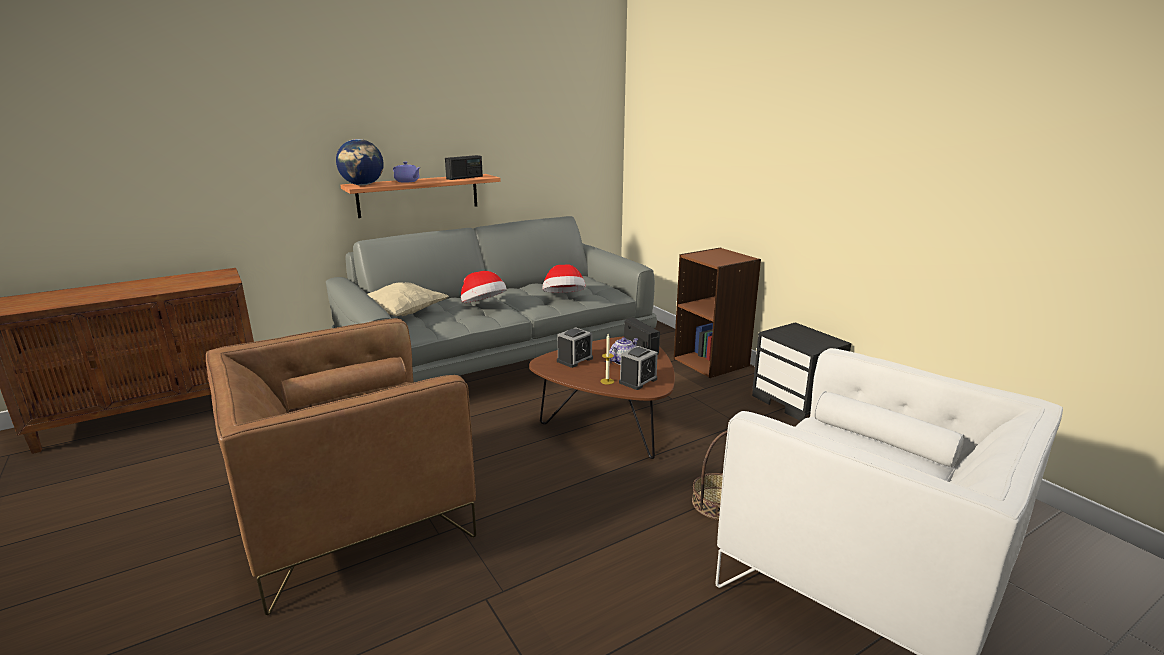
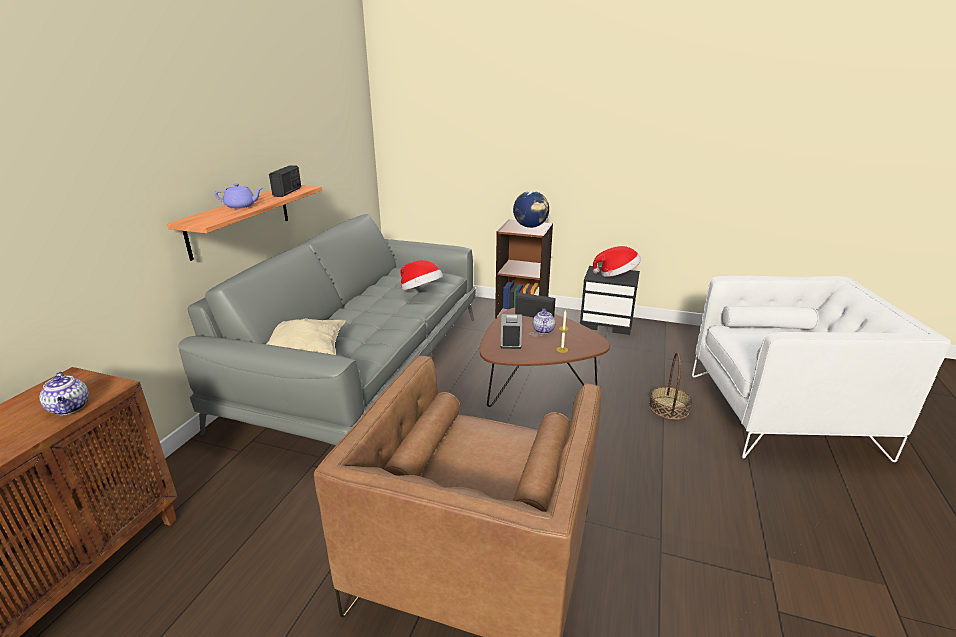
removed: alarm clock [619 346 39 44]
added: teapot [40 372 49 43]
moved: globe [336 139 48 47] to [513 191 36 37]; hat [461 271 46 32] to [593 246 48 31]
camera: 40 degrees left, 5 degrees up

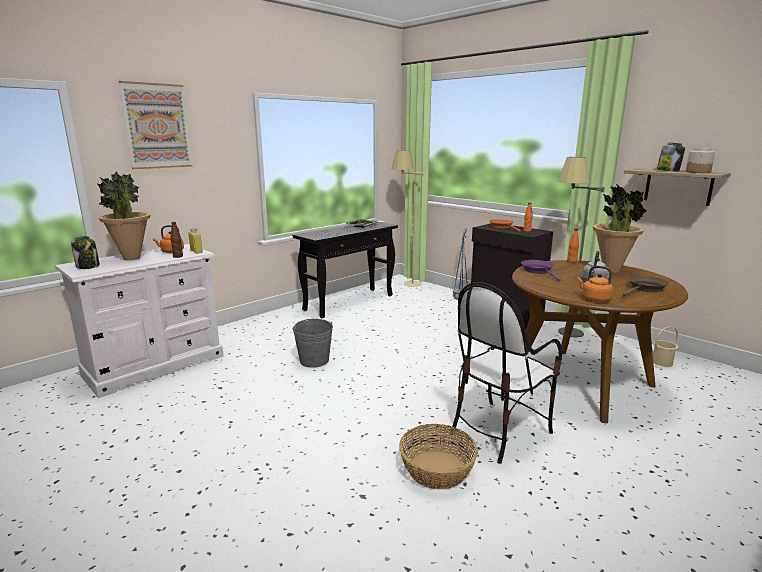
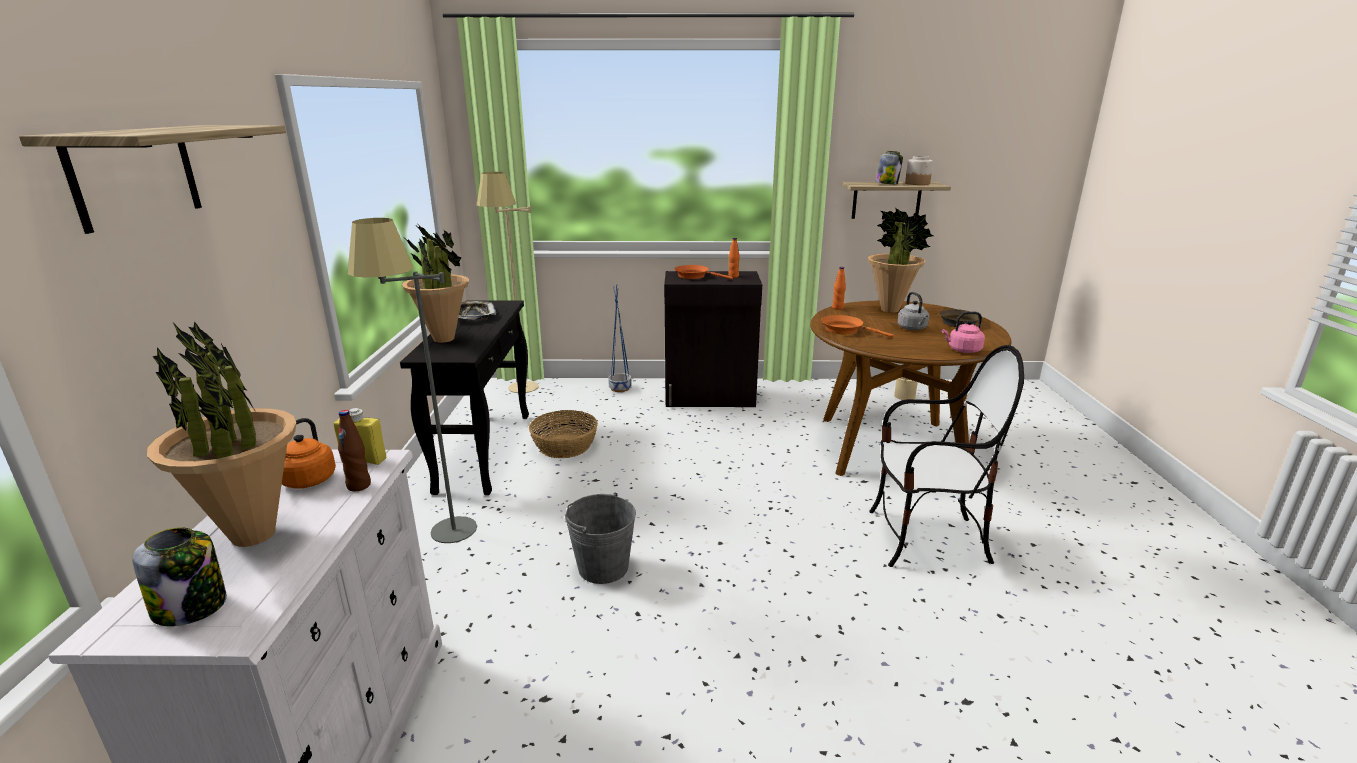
added: potted plant [402 223 67 120]
moved: basket [399 424 79 66] to [529 410 69 48]; floor lamp (grey) [558 157 47 180] to [348 218 129 325]
replaced: picture [119 81 74 88] to shelf [19 125 267 109]
recoloured: frying pan (purple) [521 260 40 21] to frying pan (orange) [821 315 73 23]; kettle (orange) [577 266 36 36] to kettle (pink) [942 311 43 42]
turned: chair [451 282 111 182] = [869 345 155 222] 90 degrees counterclockwise
camera: 45 degrees left, 5 degrees up

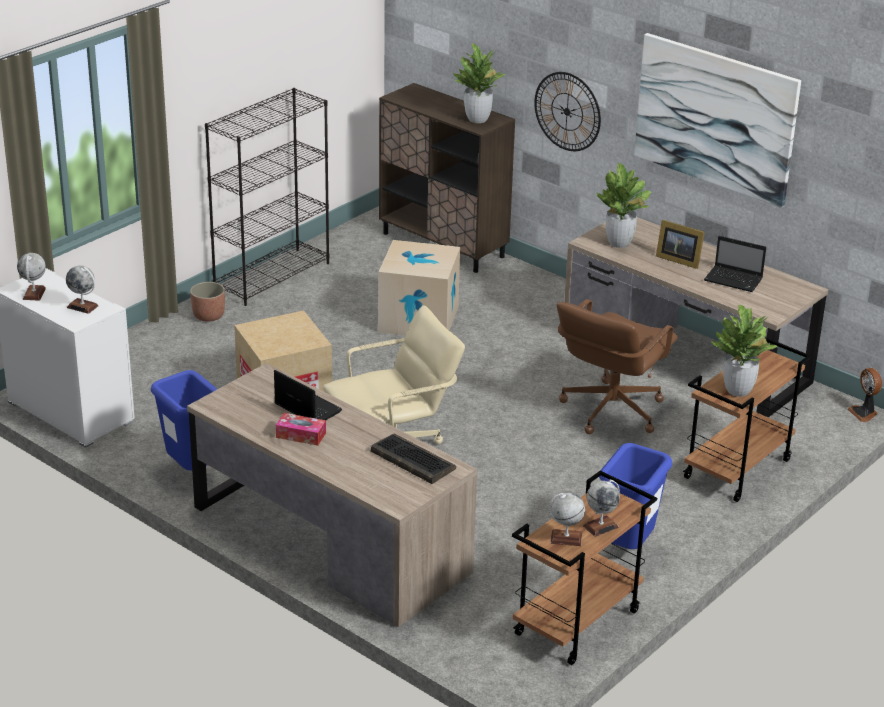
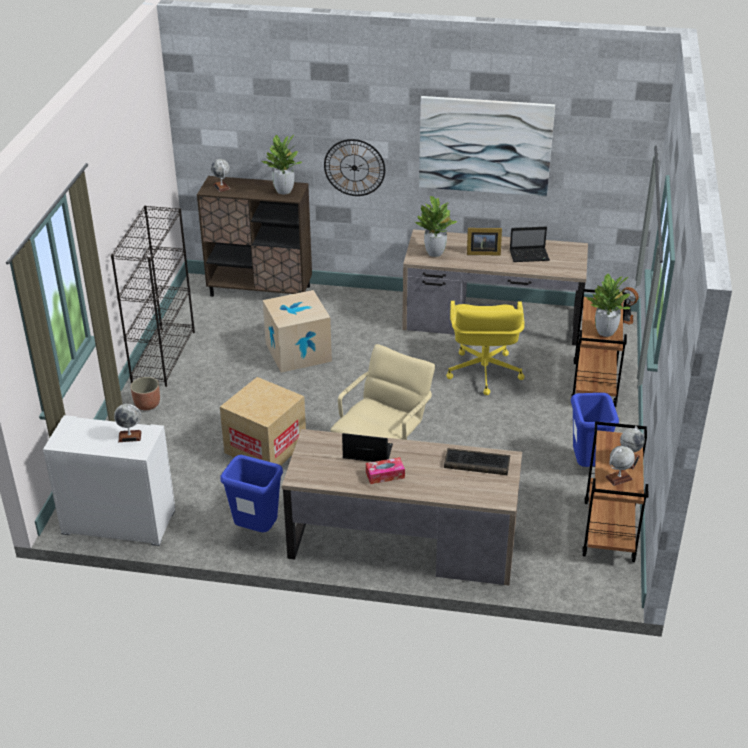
moved: globe [17 253 29 48] to [211 159 19 33]
recoloured: office chair (brown) [556 299 122 135] to office chair (yellow) [446 301 79 94]
camera: 30 degrees left, 5 degrees up

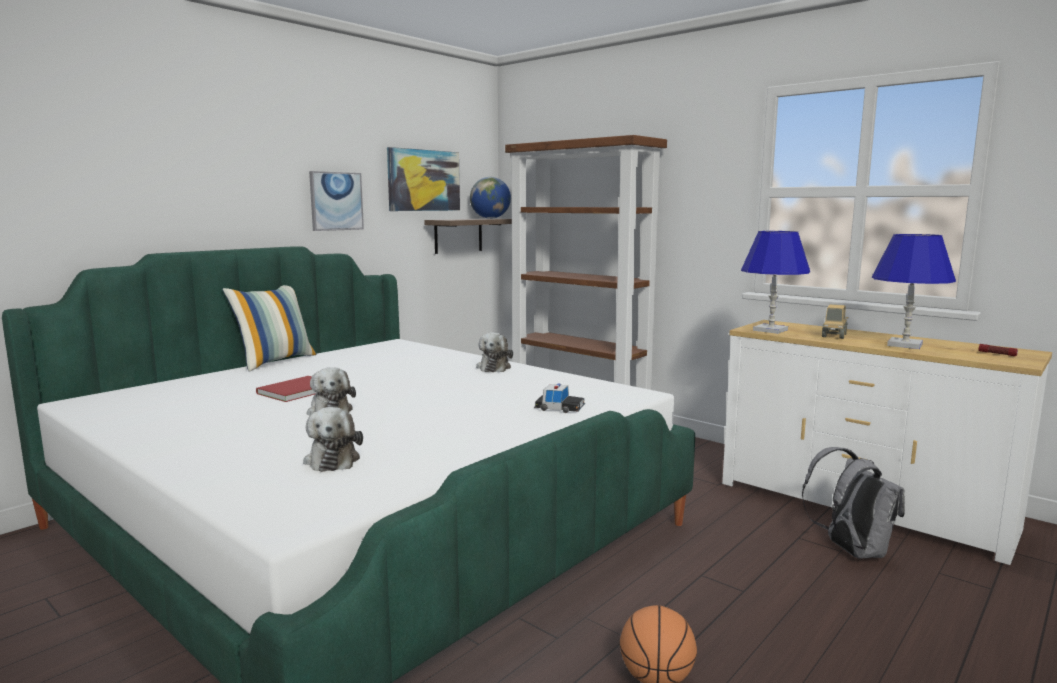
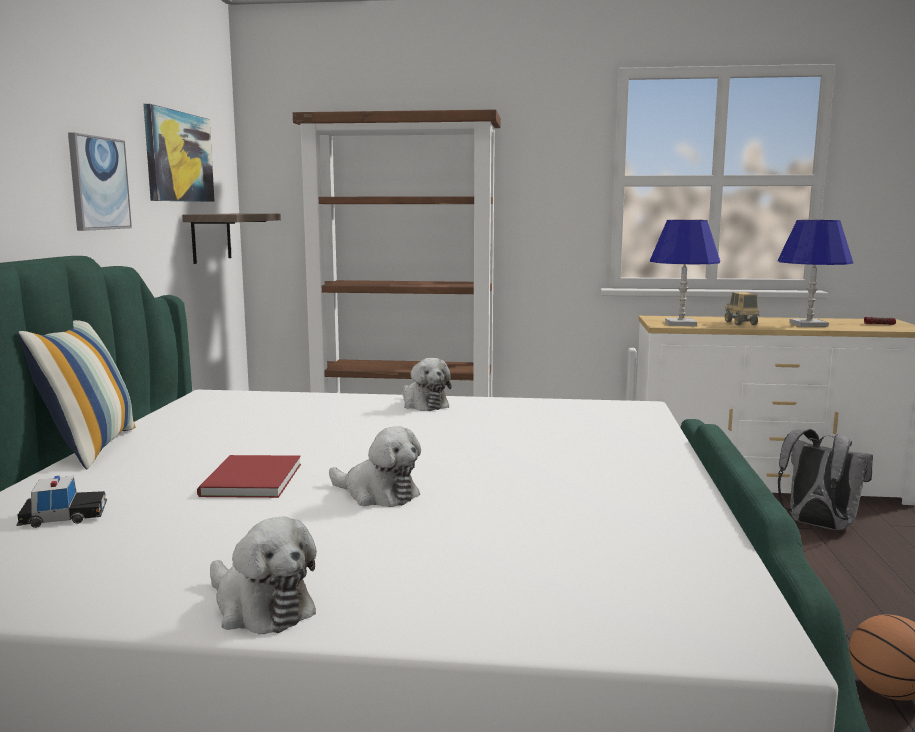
removed: globe [470 177 41 42]
moved: plush toy [303 407 60 65] to [210 517 107 117]; toy car [534 383 51 30] to [16 476 91 52]
camera: 35 degrees left, 0 degrees up

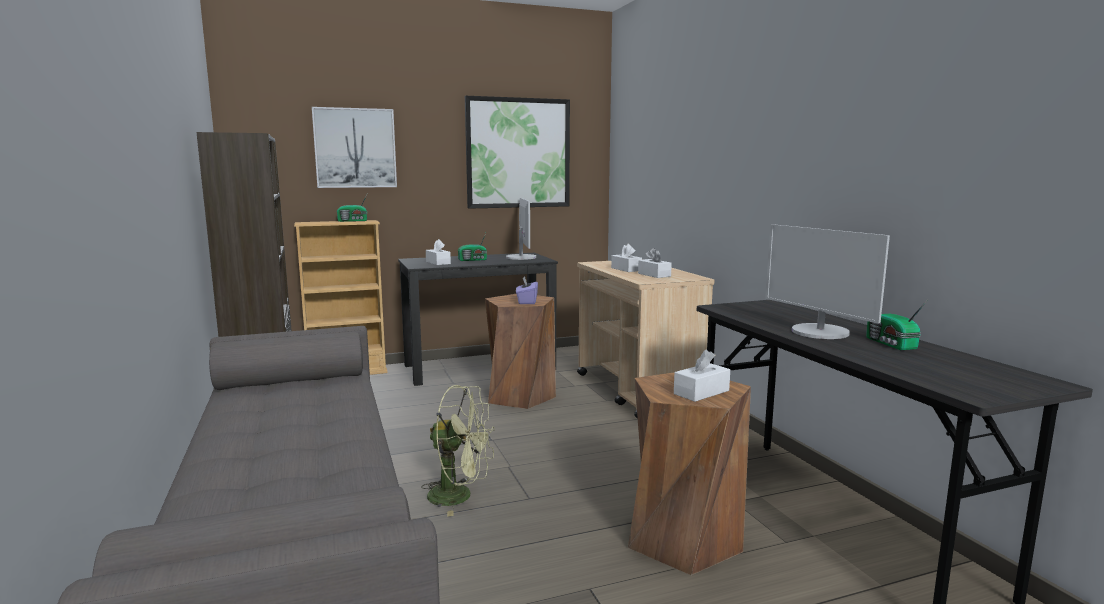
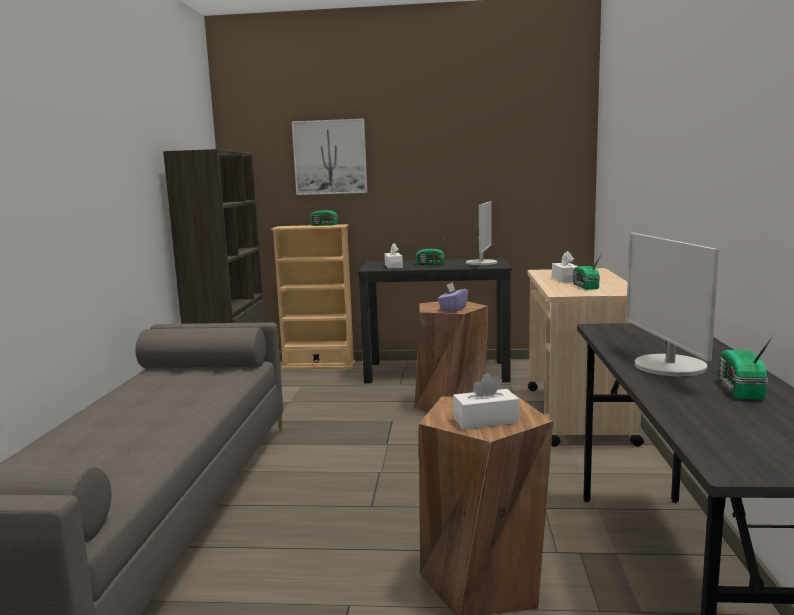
removed: fan (green) [421 385 74 132]; picture [465 96 105 113]
replaced: tissue box (white) [638 248 34 30] to radio [573 253 29 37]
camera: 25 degrees right, 0 degrees up

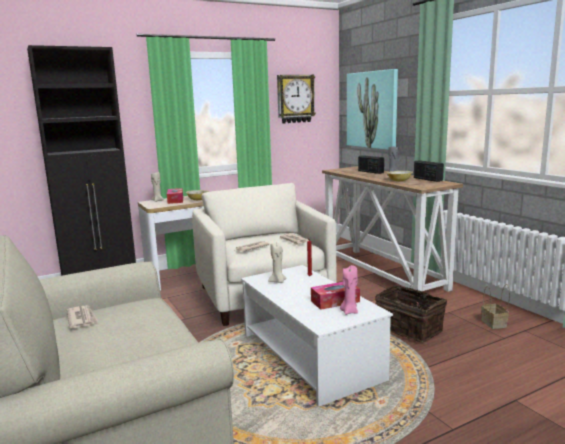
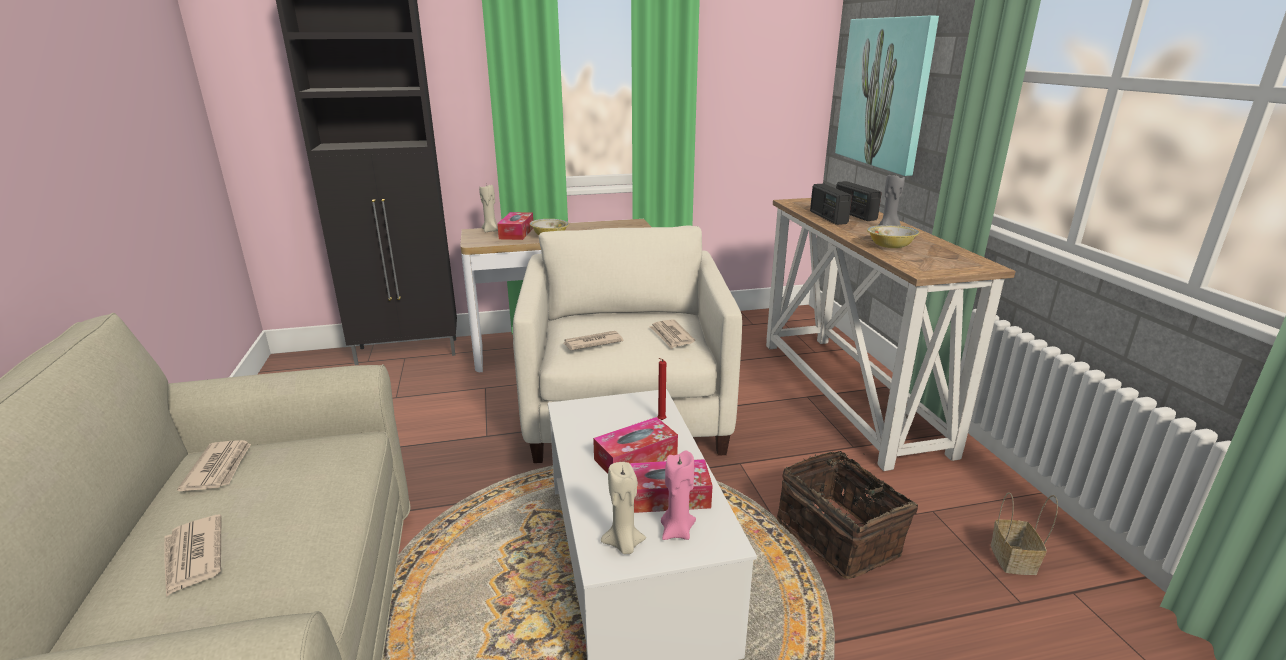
removed: wall clock [277 75 39 48]
added: newspaper [164 514 57 83]; tissue box [593 417 85 57]
moved: candle (beige) [268 243 19 40] to [601 462 45 92]; radio [414 160 30 22] to [810 184 42 41]
camera: 15 degrees right, 10 degrees up

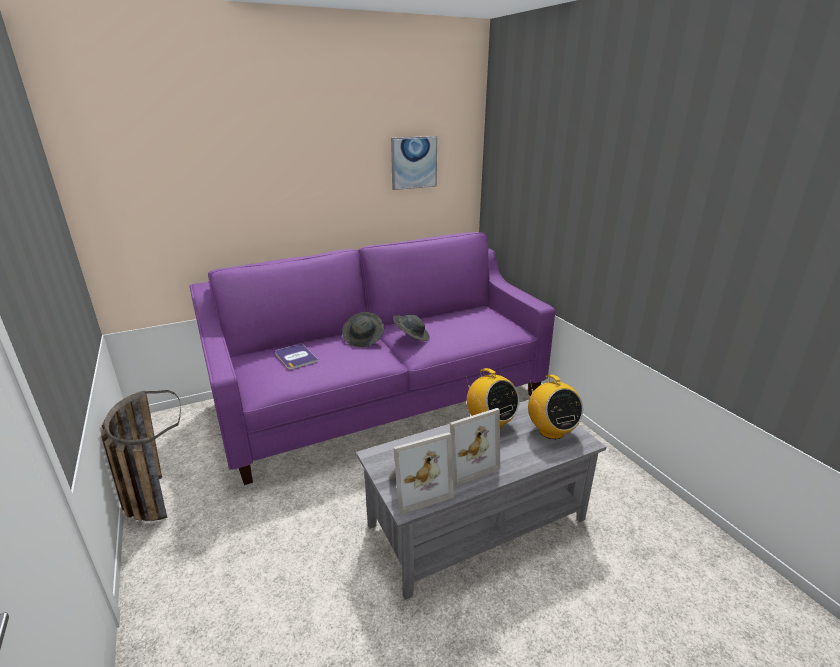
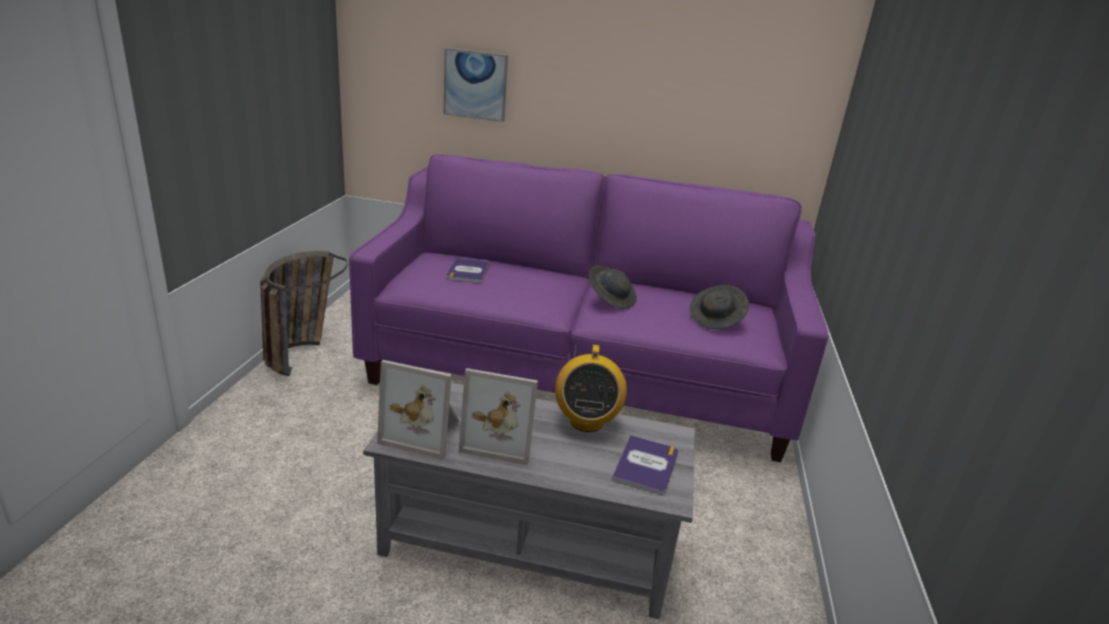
moved: hat (grey) [342 312 42 35] to [690 285 59 44]; picture [391 136 46 54] to [444 48 64 74]
replaced: radio [528 375 55 64] to book [612 435 66 60]
camera: 35 degrees right, 0 degrees up

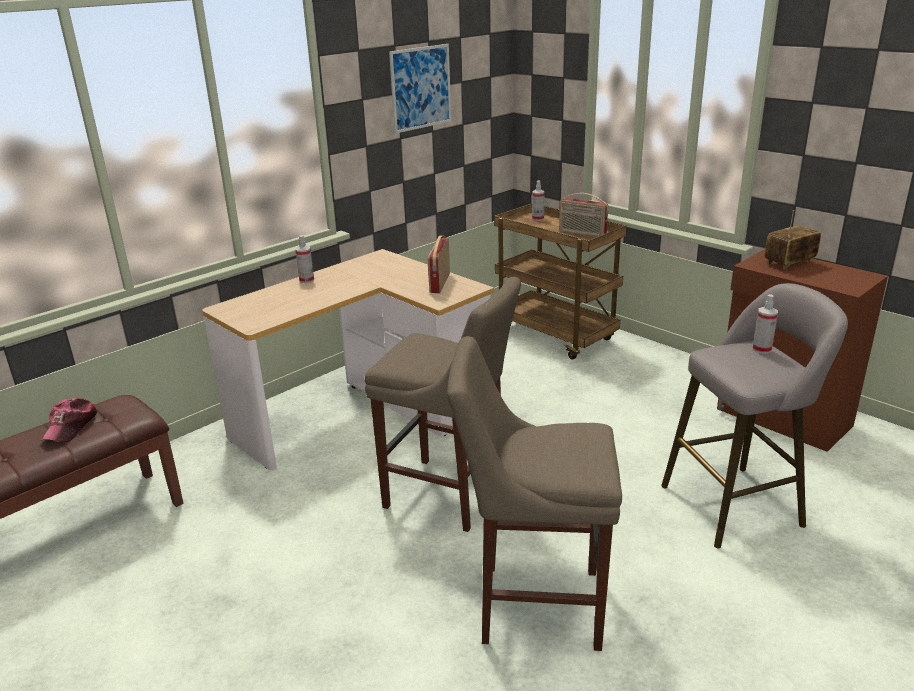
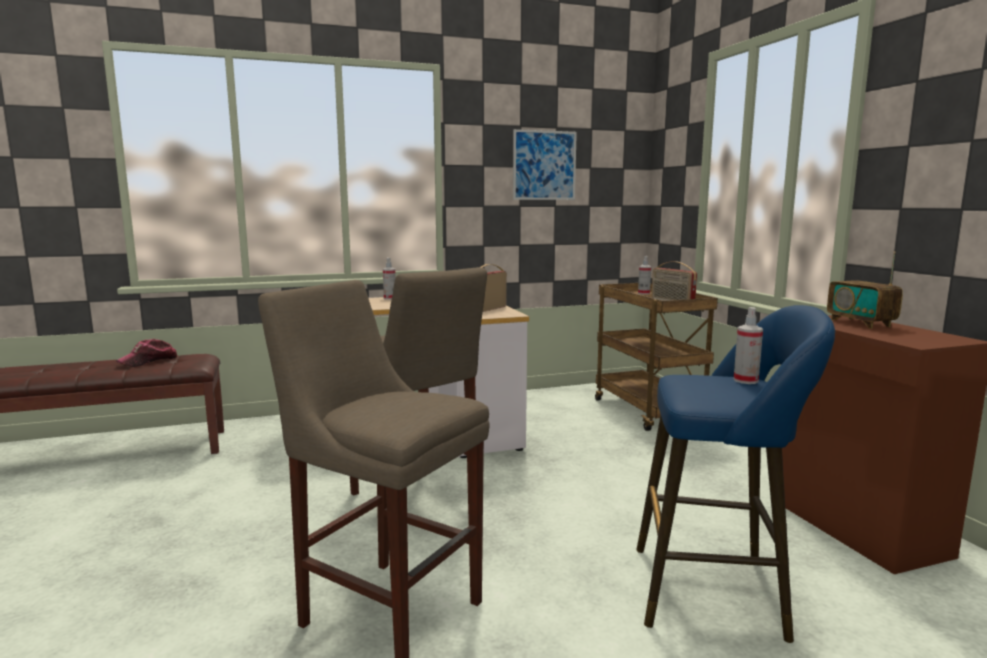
recoloured: stool (grey) [661 283 187 265] to stool (blue) [636 305 199 338]
turned: radio [765 210 56 60] = [827 251 76 78] 105 degrees counterclockwise
camera: 25 degrees right, 15 degrees down

